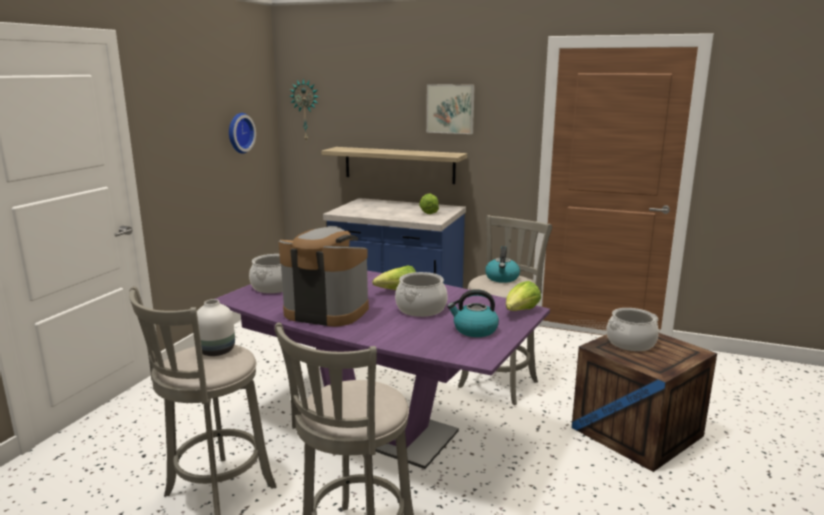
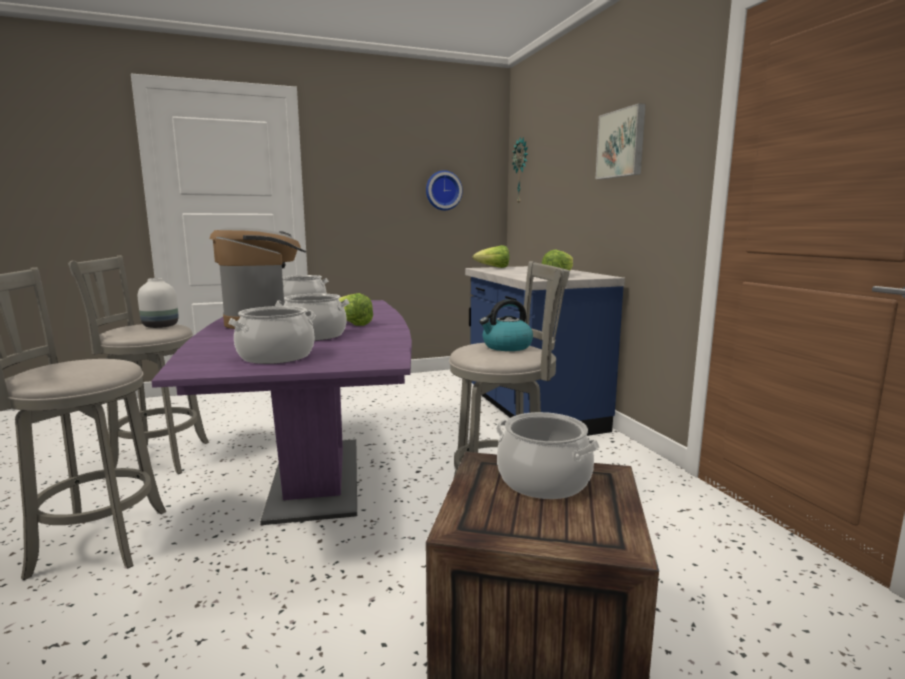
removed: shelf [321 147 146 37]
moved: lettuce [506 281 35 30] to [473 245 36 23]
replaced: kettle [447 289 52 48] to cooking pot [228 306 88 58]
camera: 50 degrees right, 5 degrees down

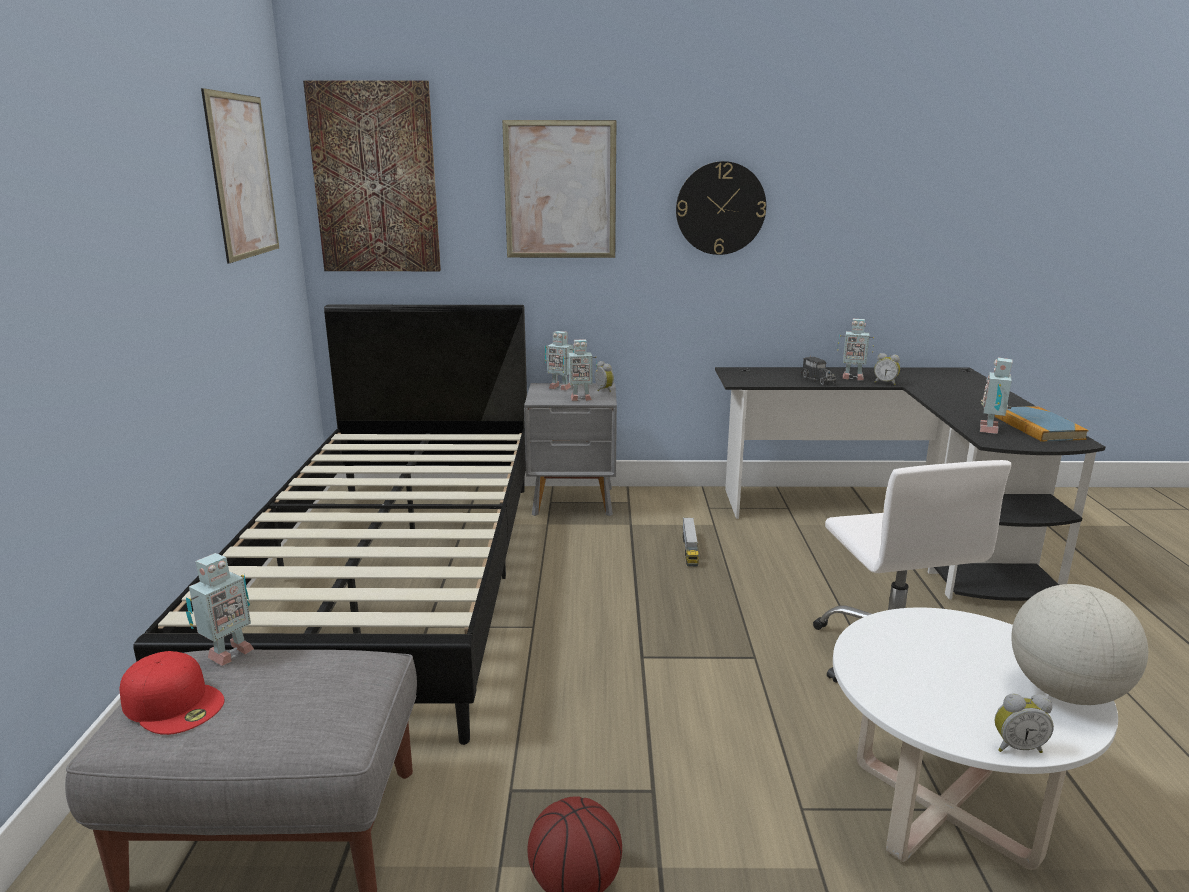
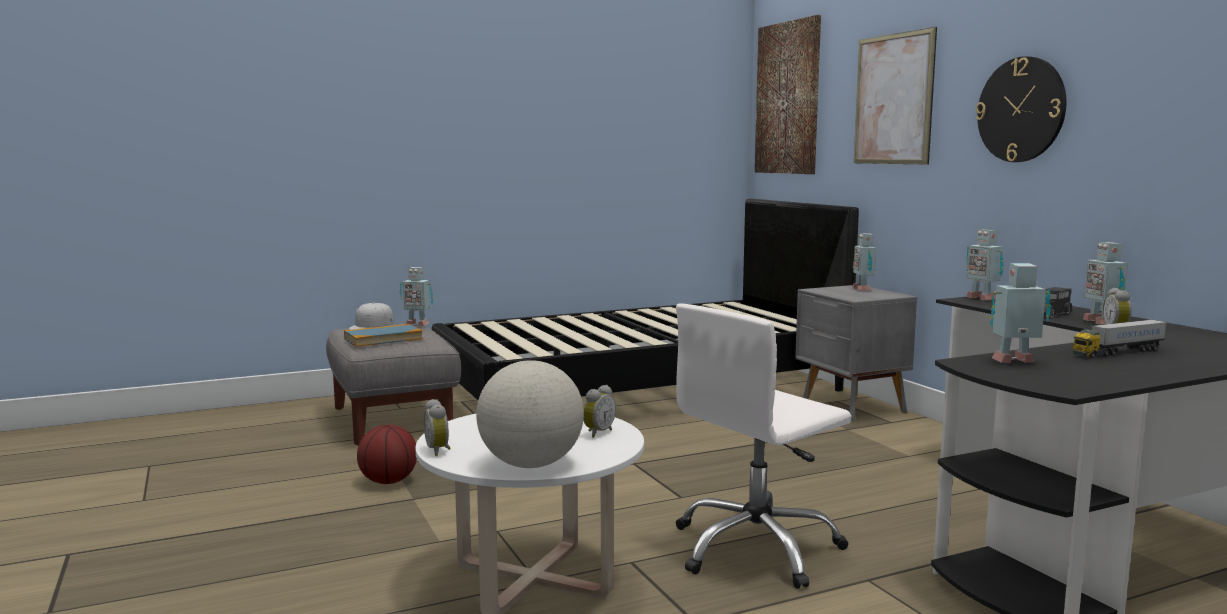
removed: picture [201 88 78 175]
moved: toy robot [562 339 35 62] to [966 230 38 70]; alarm clock [595 361 19 31] to [583 385 33 53]; toy truck [683 518 16 48] to [1072 319 95 39]; book [995 406 94 36] to [344 324 79 23]
recoloured: cap (red) [120 651 105 84] to cap (white) [349 303 45 27]
camera: 65 degrees right, 10 degrees down

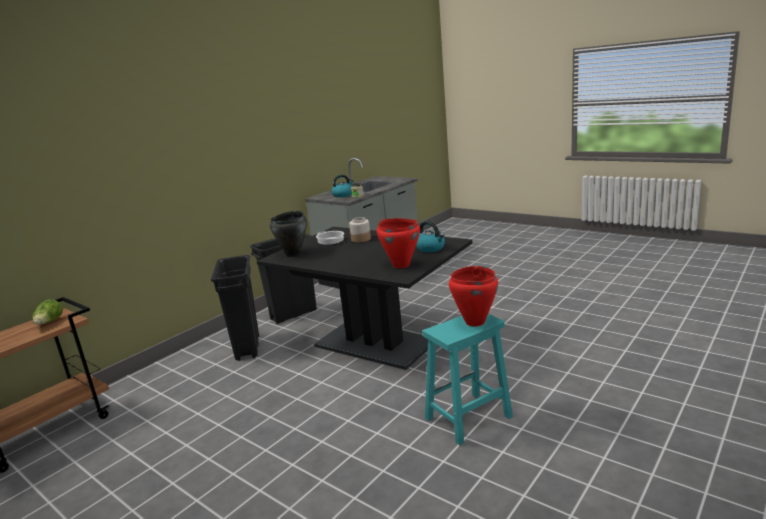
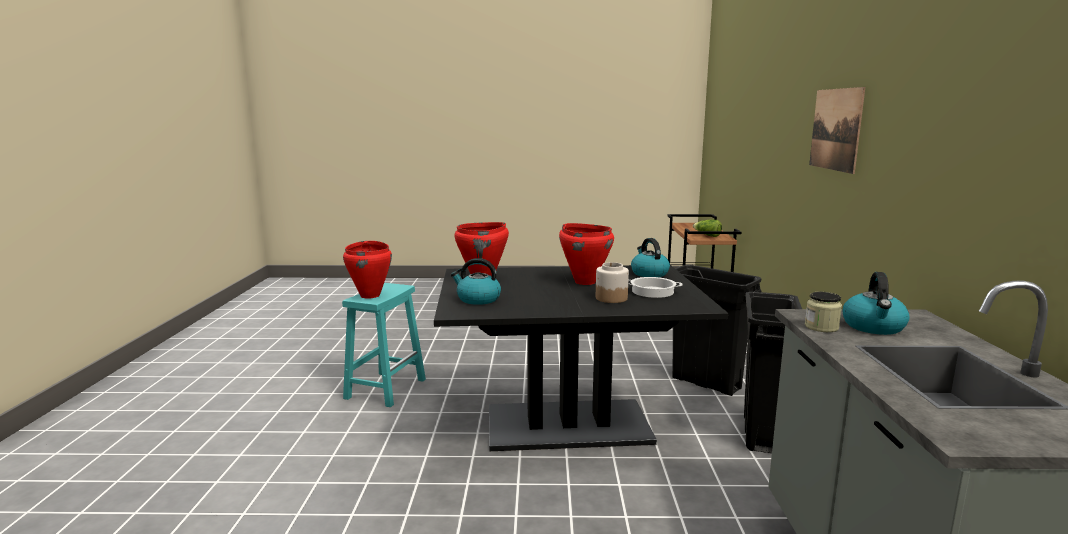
added: cooking pot (red) [559 223 55 62]; picture [809 87 56 87]
replaced: cooking pot (black) [270 211 37 46] to kettle [631 238 39 39]
camera: 140 degrees right, 5 degrees down

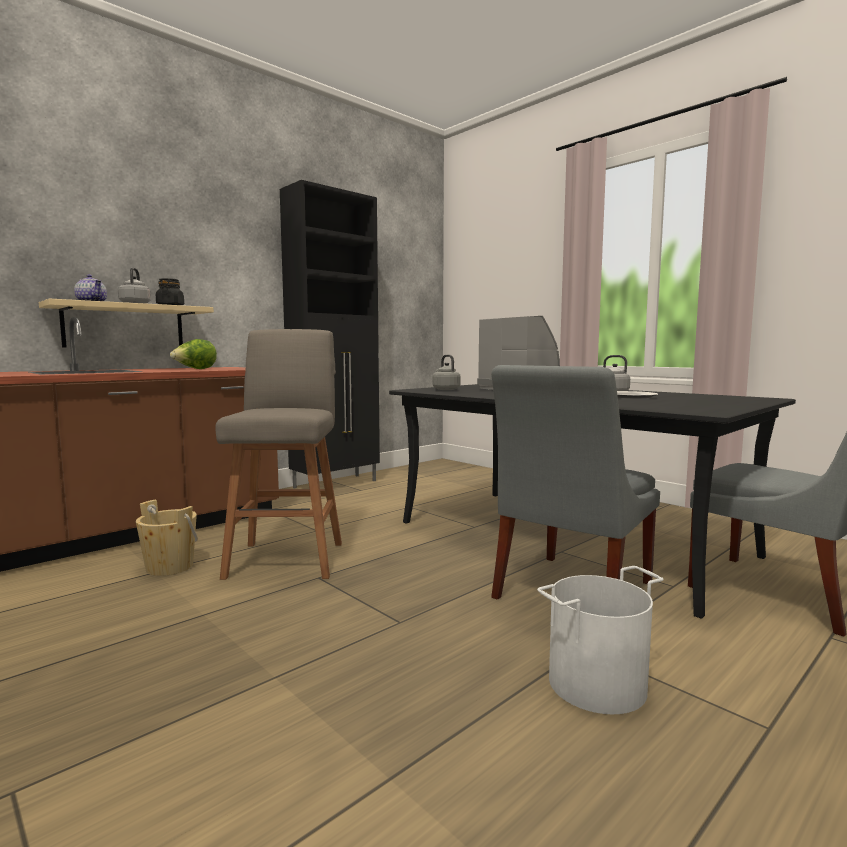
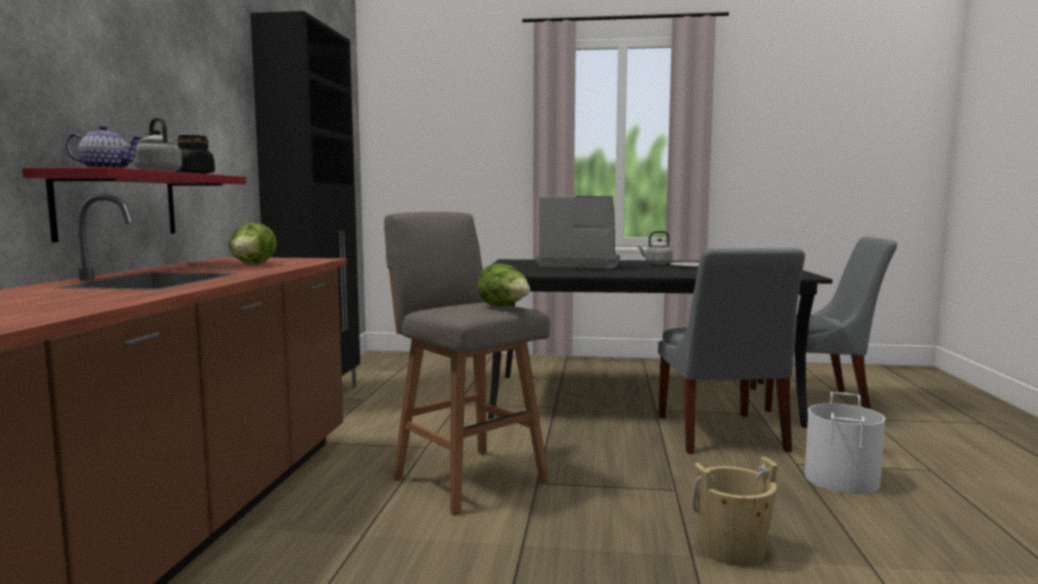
removed: kettle (grey) [432 355 29 35]
added: lettuce [477 264 53 43]
moved: bucket (beige) [136 500 62 76] to [693 457 85 109]
recoloured: shelf (beige) [39 298 175 50] to shelf (red) [22 167 225 75]
camera: 40 degrees left, 0 degrees up

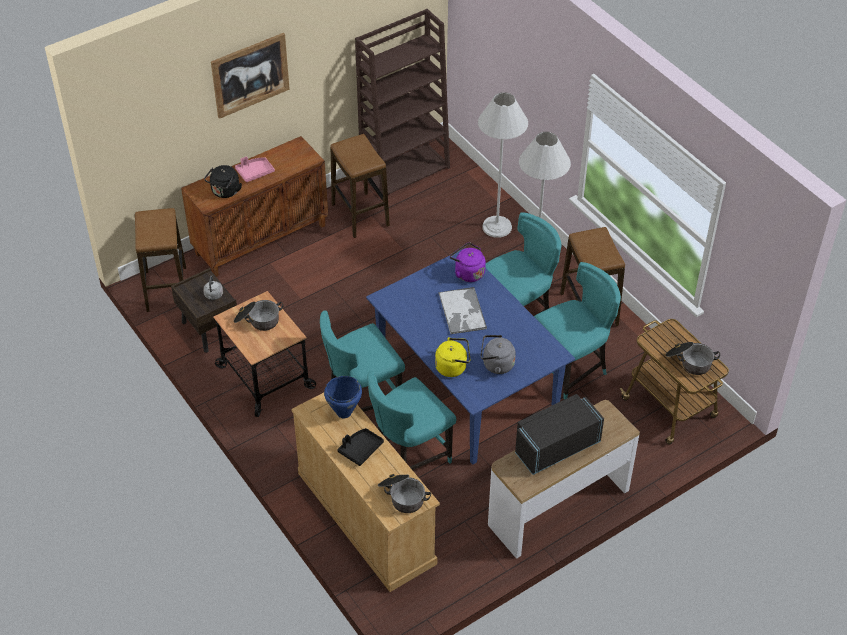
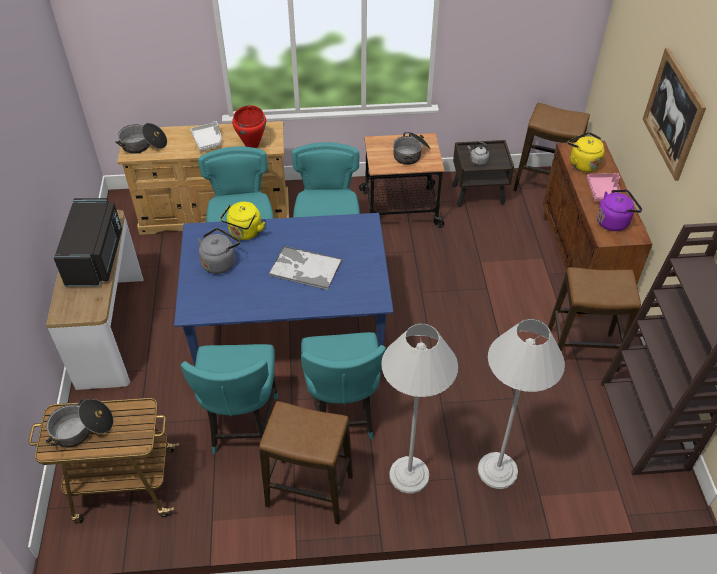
moved: kettle (purple) [450 242 36 40] to [597 190 45 41]
recoloured: kettle (black) [204 165 38 33] to kettle (yellow) [567 132 38 40]; cooking pot (blue) [324 376 38 42] to cooking pot (red) [232 105 34 43]; tray (black) [337 428 47 38] to tray (white) [190 121 32 30]
camera: 120 degrees right, 0 degrees up

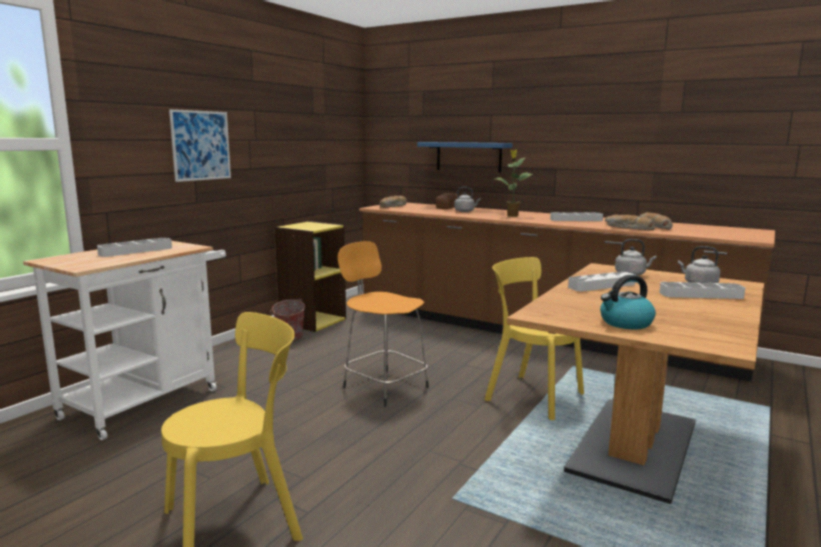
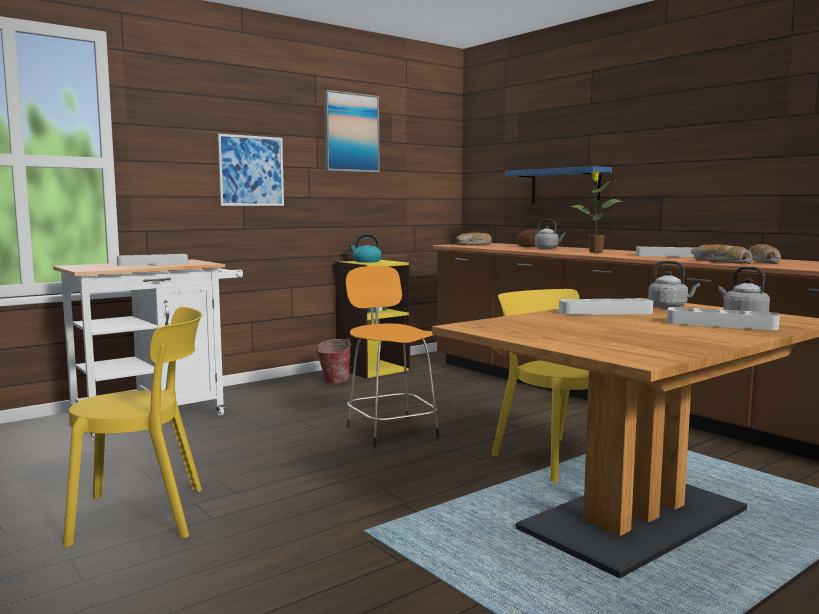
added: picture [324 90 55 82]
moved: kettle [600 275 56 54] to [349 234 33 28]
camera: 20 degrees right, 5 degrees down

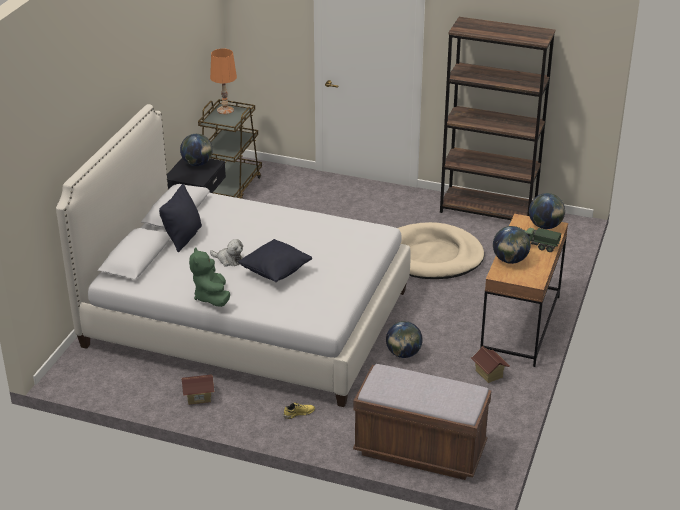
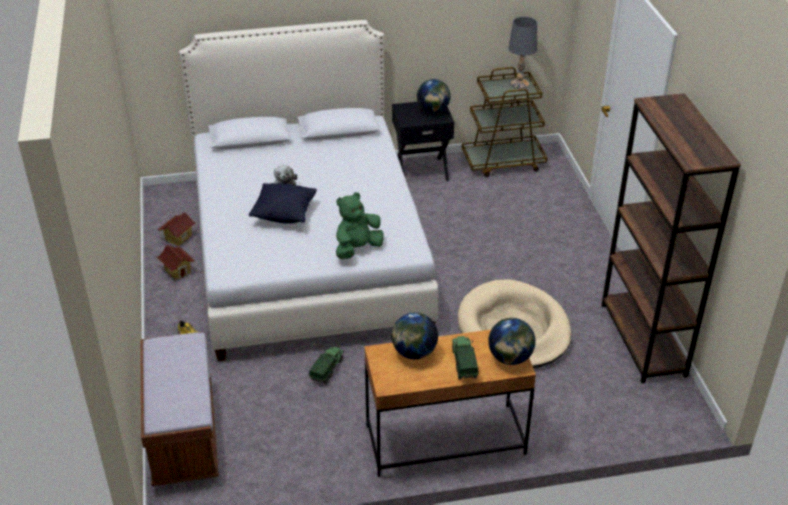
removed: pillow (black) [159 184 43 68]
moved: plush toy (green) [189 247 41 60] to [336 192 48 67]; toy house [471 346 39 37] to [158 212 37 34]
replaced: globe [386 321 36 37] to toy truck [309 347 35 37]
recoloured: table lamp (orange) [210 49 27 65] to table lamp (grey) [508 17 29 71]
camera: 60 degrees right, 5 degrees up

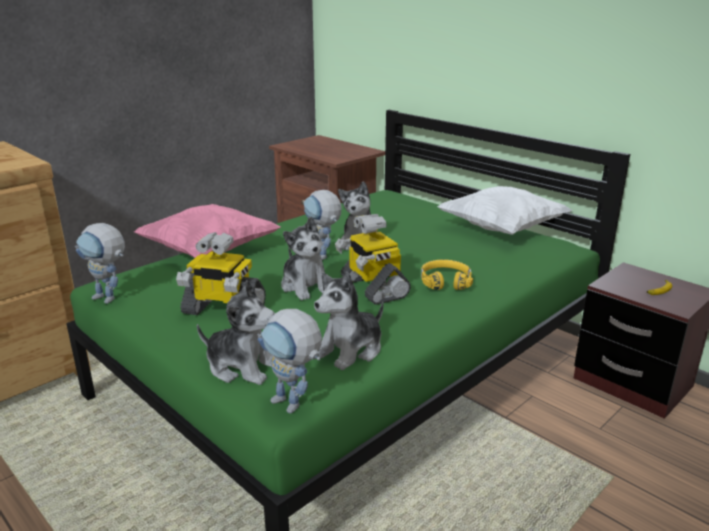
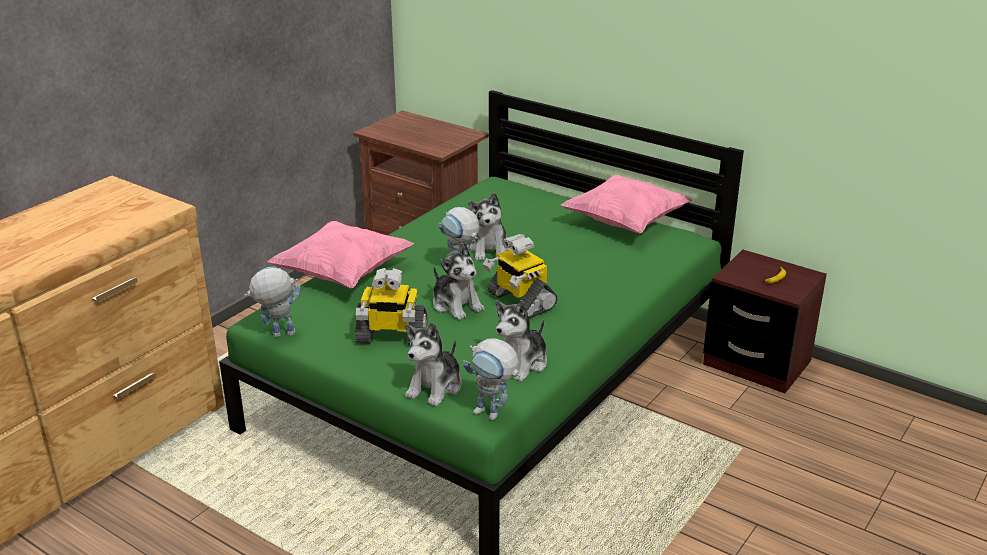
removed: headphones (yellow) [421 259 52 31]
recoloured: pillow (white) [437 186 136 49] to pillow (pink) [561 175 132 59]
turned: toy robot [75 223 50 81] = [245 267 56 70] 150 degrees clockwise; plush toy [197 280 78 105] = [405 322 57 84] 105 degrees clockwise
camera: 10 degrees left, 5 degrees up

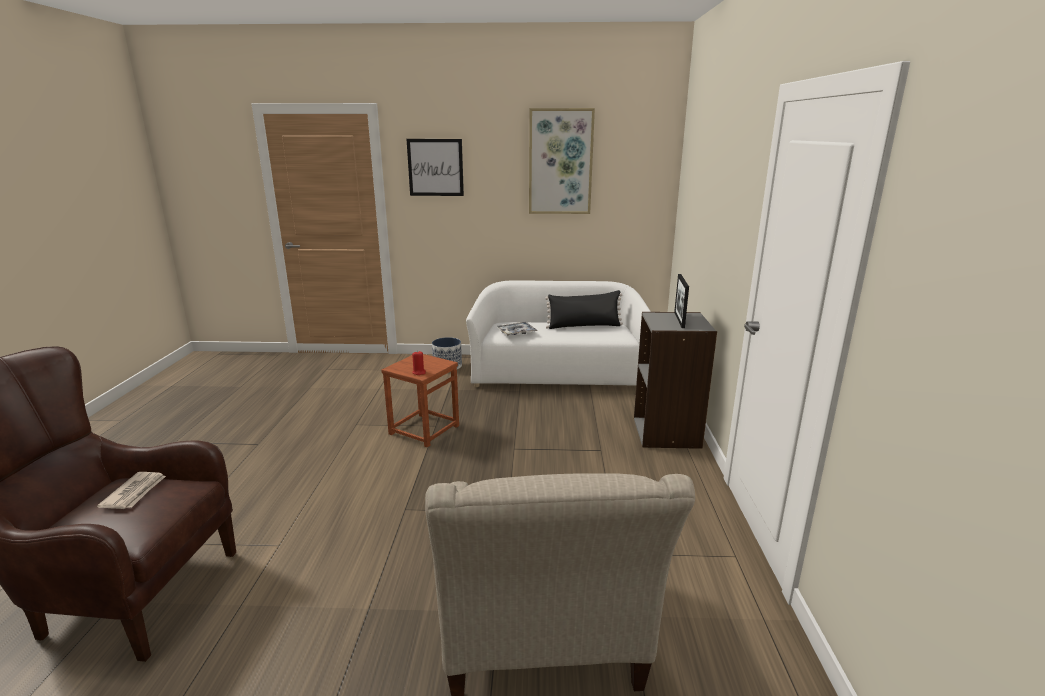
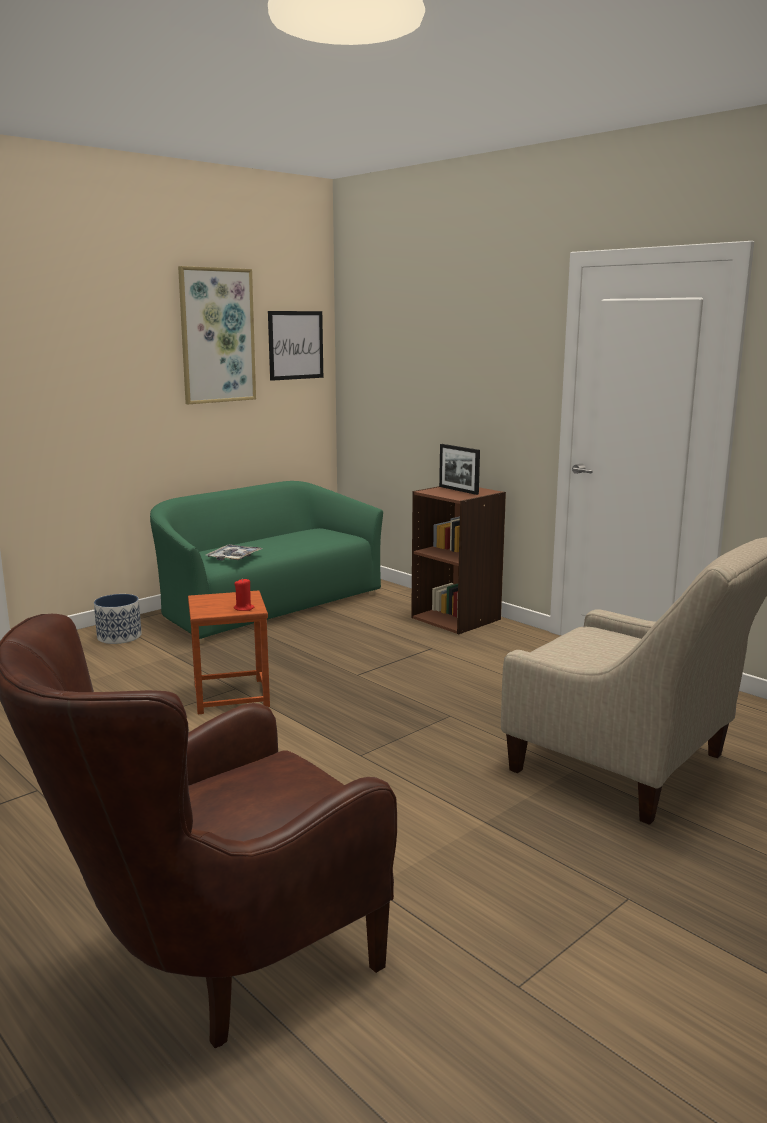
removed: newspaper [97 472 69 37]; pillow (black) [545 290 78 39]
moved: picture [407 139 57 57] to [268 311 55 70]
recoloured: sofa (white) [466 280 185 107] to sofa (green) [150 481 233 163]; bookcase (grey) [634 312 83 137] to bookcase (brown) [411 486 95 148]
camera: 45 degrees left, 5 degrees down

